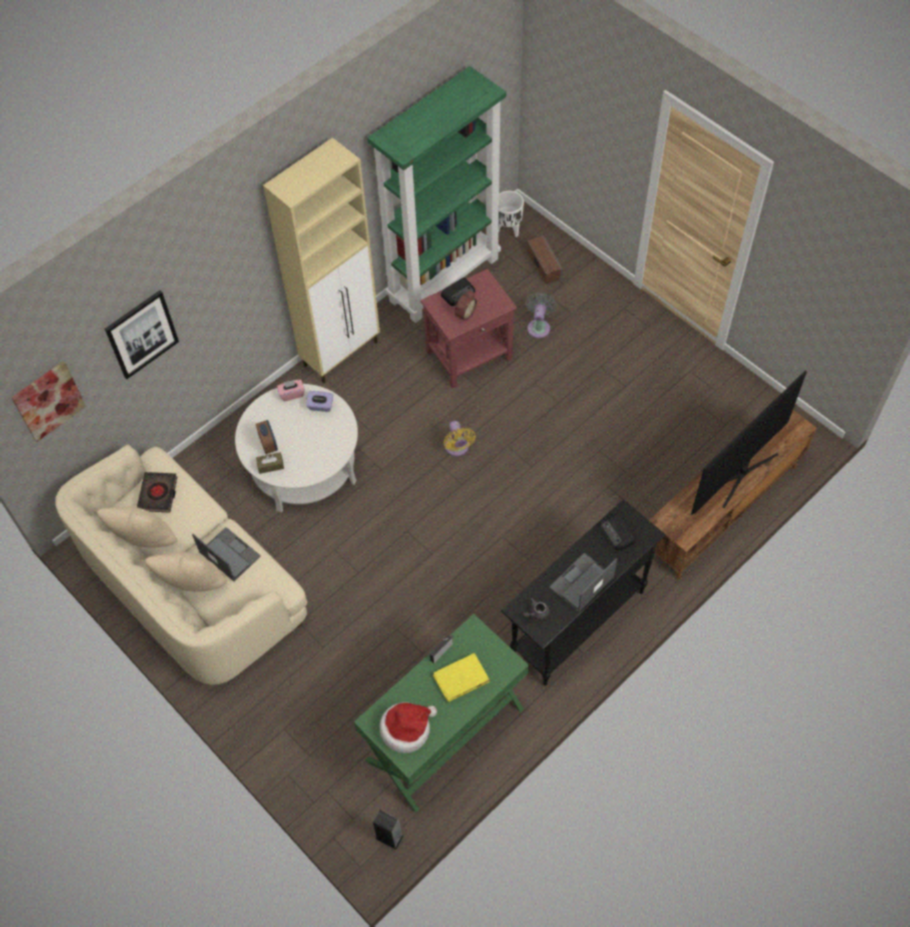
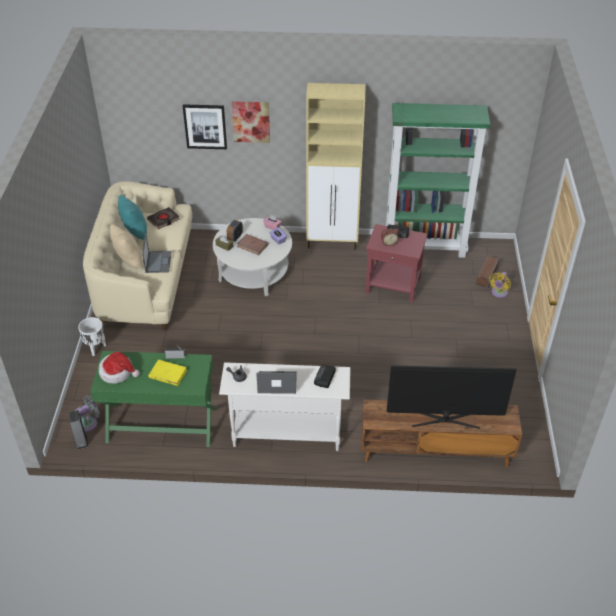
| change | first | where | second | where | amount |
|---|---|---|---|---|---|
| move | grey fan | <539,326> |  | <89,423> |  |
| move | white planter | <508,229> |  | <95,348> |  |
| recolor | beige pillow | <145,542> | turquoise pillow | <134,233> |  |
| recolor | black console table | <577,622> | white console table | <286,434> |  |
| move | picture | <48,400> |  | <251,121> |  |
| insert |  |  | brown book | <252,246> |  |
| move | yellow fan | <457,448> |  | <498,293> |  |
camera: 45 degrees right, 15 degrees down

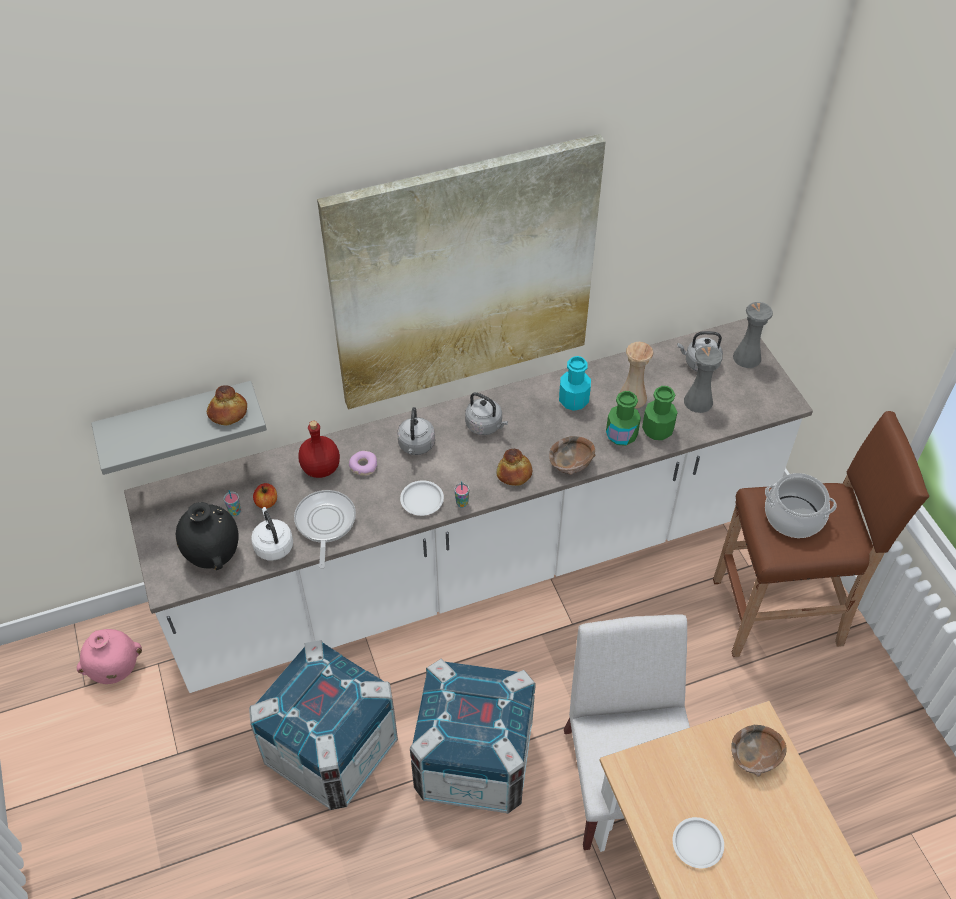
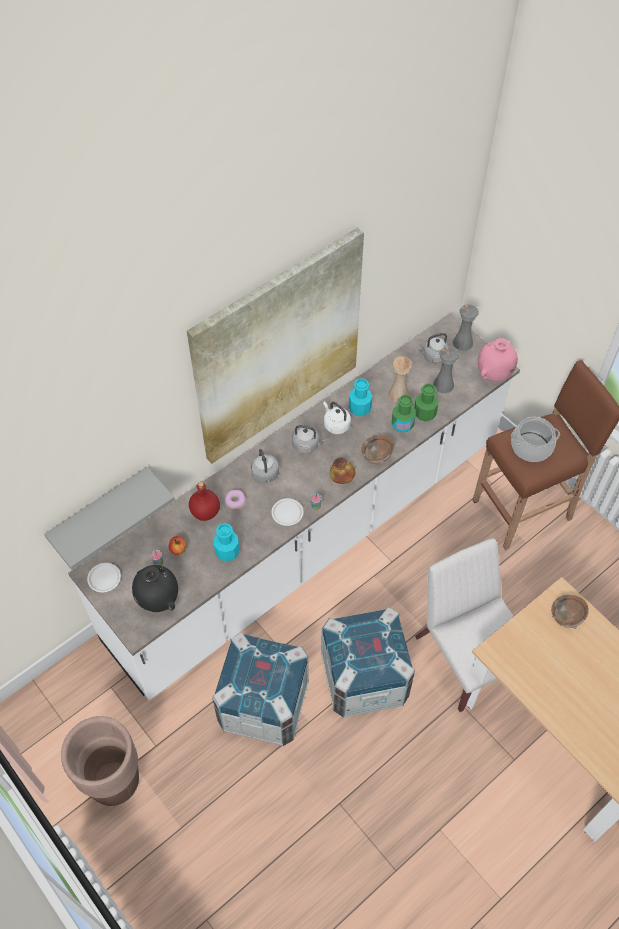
| change | first | where | second | where | amount |
|---|---|---|---|---|---|
| insert |  |  | brown planter | <115,782> |  |
| move | white plate | <697,844> |  | <104,579> |  |
| replace | frying pan | <325,523> | turquoise bottle | <227,551> |  |
| move | white kettle | <273,545> |  | <335,424> |  |
| move | pink vase | <115,670> |  | <493,374> |  |
| delete | bread | <228,413> |  |  |  |
camera: 20 degrees left, 5 degrees up

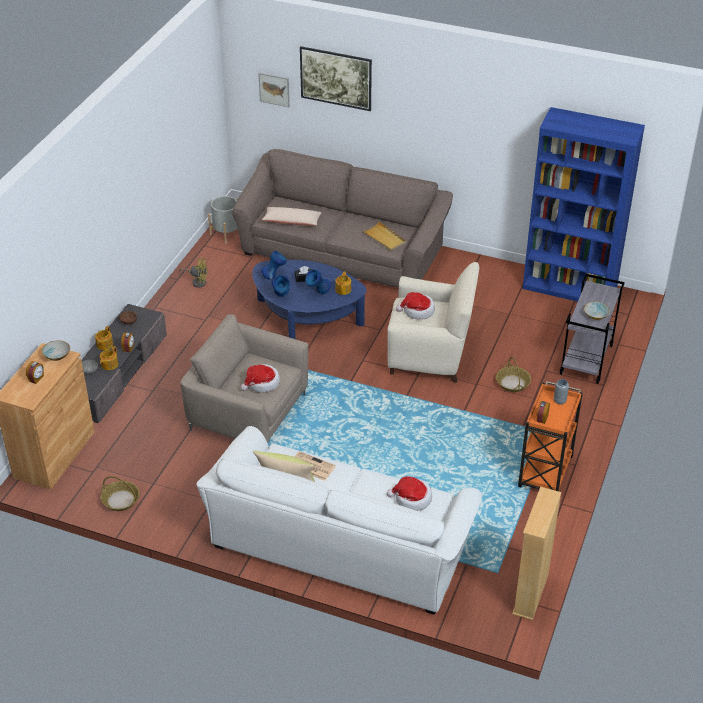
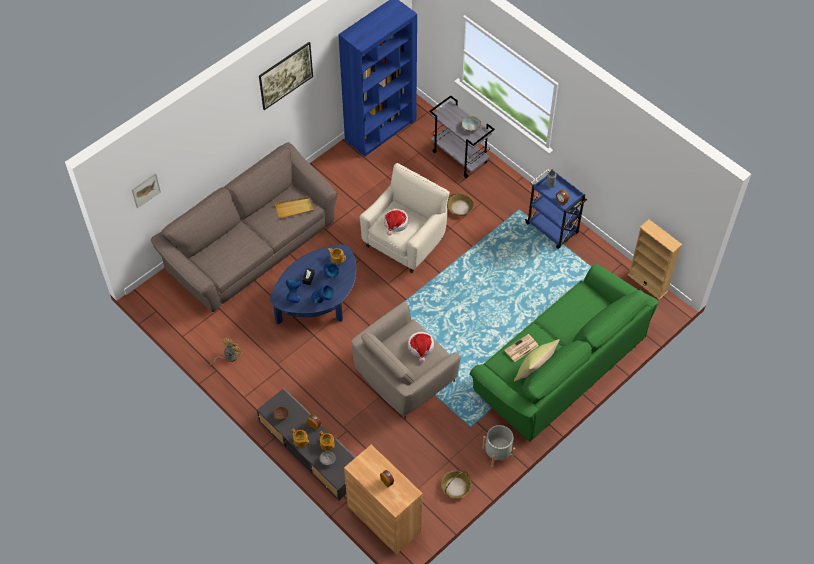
| change | first | where | second | where | amount |
|---|---|---|---|---|---|
| move | picture | <336,91> |  | <286,84> |  |
| recolor | white sofa | <341,541> | green sofa | <559,365> |  |
| move | grey planter | <226,234> |  | <498,453> |  |
| recolor | orange cart | <545,473> | blue cart | <552,229> |  |
| delete | bowl | <57,355> |  |  |  |
| delete | beige pillow | <292,221> |  |  |  |
| delete | hat | <412,499> |  |  |  |
camera: 65 degrees left, 15 degrees up

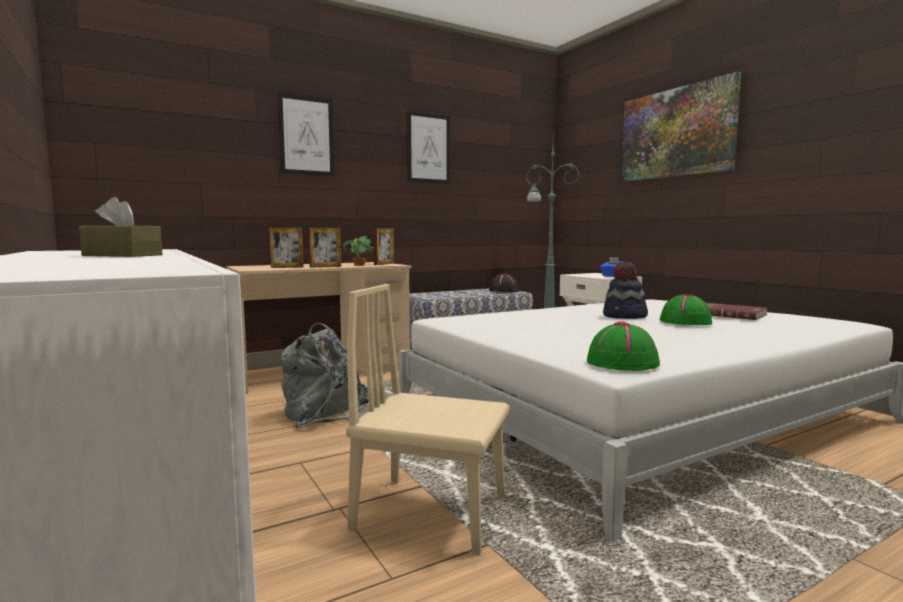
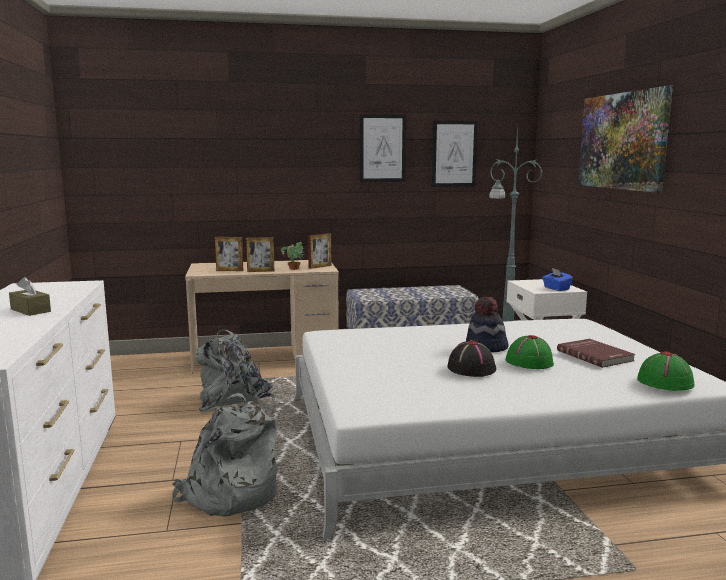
| change | first | where | second | where | amount |
|---|---|---|---|---|---|
| replace | beige chair | <431,513> | grey backpack | <229,494> |  |
| move | picture | <306,136> |  | <454,153> |  |
| move | black hat | <503,291> |  | <470,368> |  |
| move | green hat | <622,363> |  | <665,382> |  |
camera: 20 degrees right, 5 degrees up

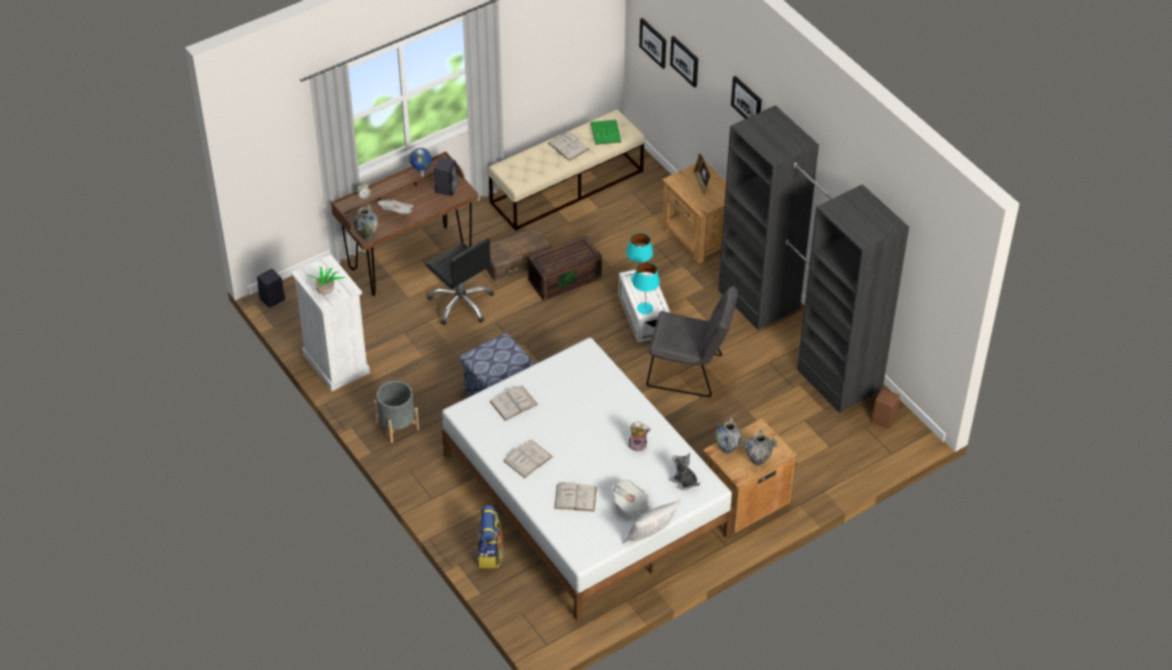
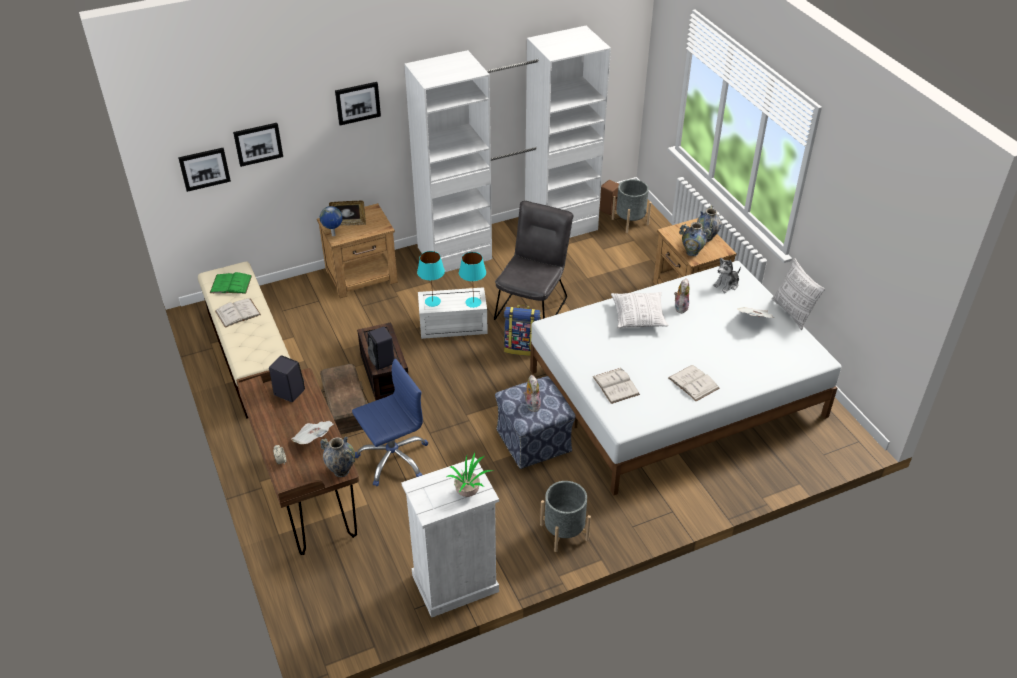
| change | first | where | second | where | amount |
|---|---|---|---|---|---|
| move | globe | <421,175> |  | <333,235> |  |
| recolor | black office chair | <461,303> | blue office chair | <393,458> |  |
| move | black speaker | <271,299> |  | <382,361> |  |
| recolor | black wardrobe | <799,339> | white wardrobe | <509,238> |  |
| move | backpack | <490,553> |  | <522,347> |  |
| insert |  |  | plush toy | <531,404> |  |
| insert |  |  | pillow | <638,317> |  |
| insert |  |  | grey planter | <630,221> |  |
| delete | white book | <575,497> |  |  |  |
camera: 80 degrees left, 5 degrees down

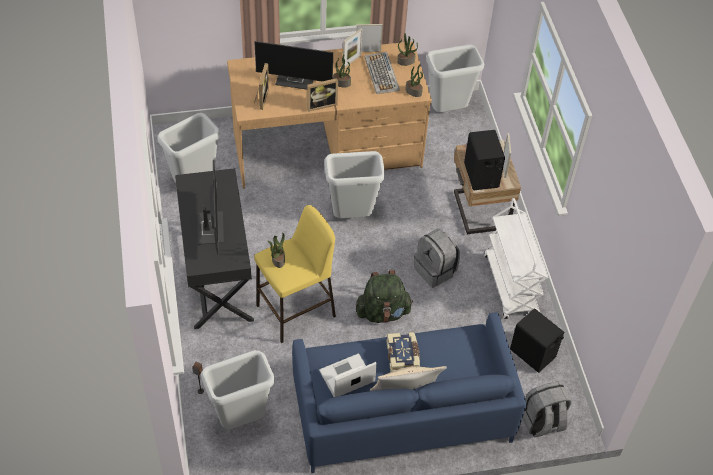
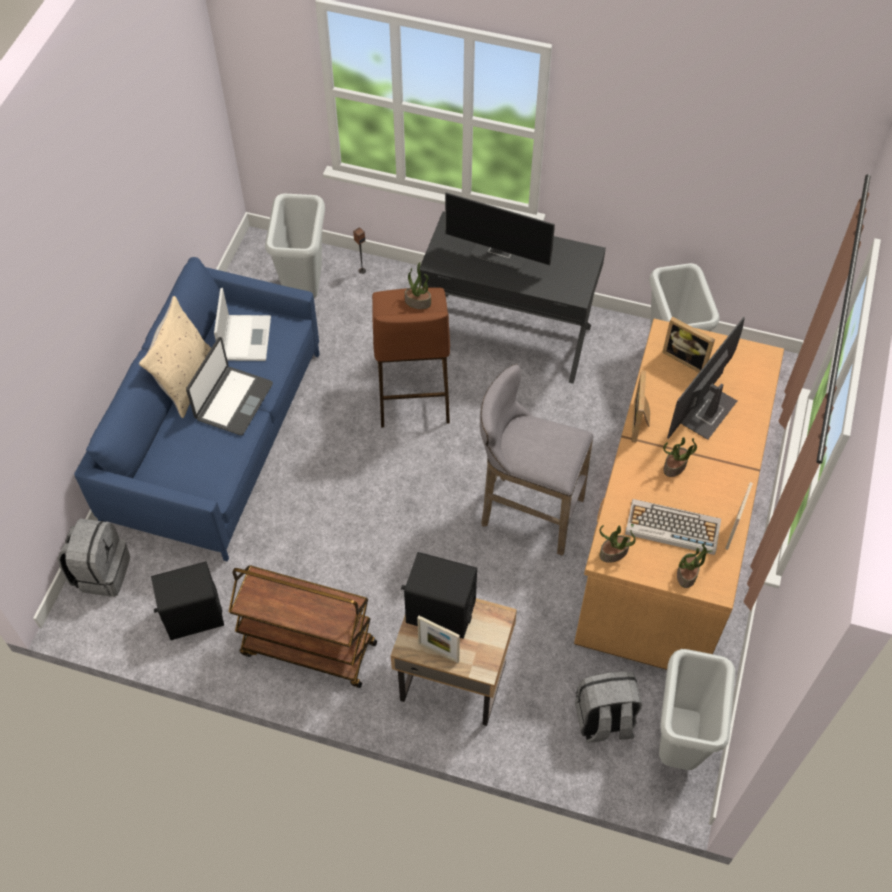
| change | first | where | second | where | amount |
|---|---|---|---|---|---|
| replace | book | <403,357> | laptop | <233,401> |  |
| recolor | white cart | <511,285> | brown cart | <307,649> |  |
| recolor | yellow stool | <296,310> | brown stool | <413,392> |  |
| replace | grey trash can | <351,217> | grey stool | <526,512> |  |
| move | grey backpack | <435,270> |  | <604,720> |  |
| delete | picture frame | <351,61> |  |  |  |
| delete | green backpack | <382,312> |  |  |  |
camera: 120 degrees right, 5 degrees up

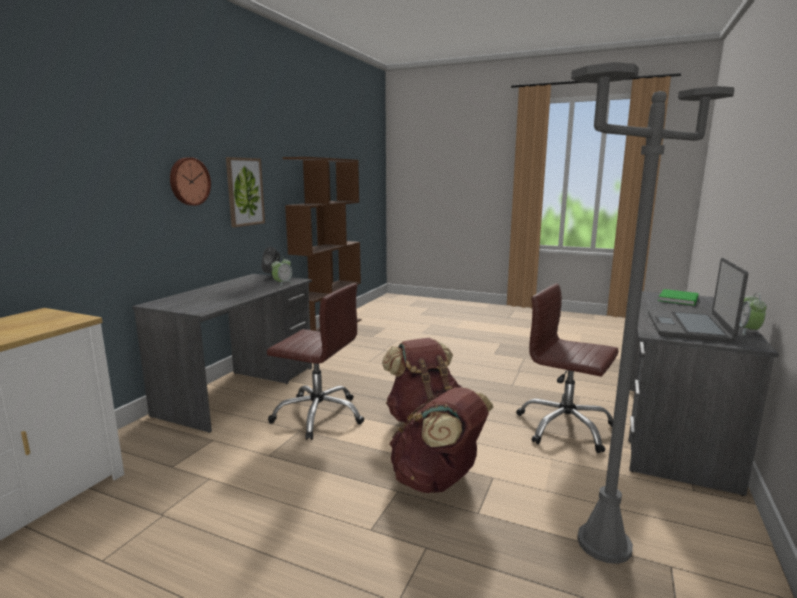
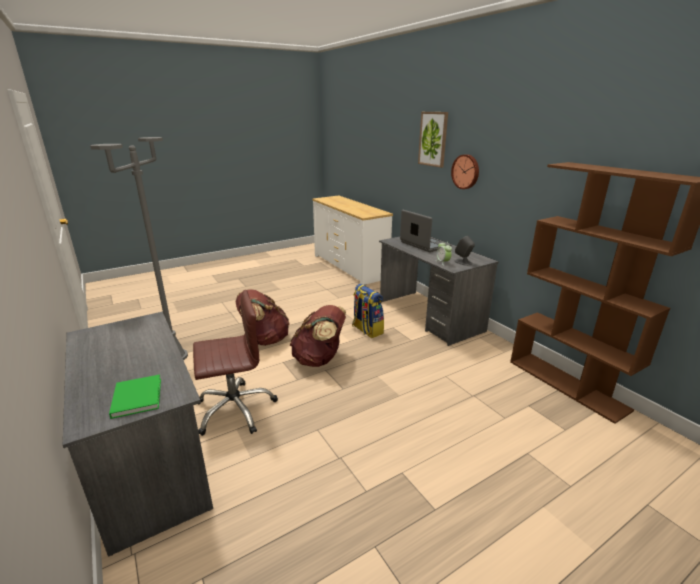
| change | first | where | second | where | amount |
|---|---|---|---|---|---|
| replace | brown office chair | <319,415> | backpack | <367,330> |  |
| move | laptop | <689,327> |  | <424,244> |  |
| move | picture | <244,192> |  | <433,139> |  |
| delete | alarm clock | <748,331> |  |  |  |
camera: 125 degrees right, 10 degrees up

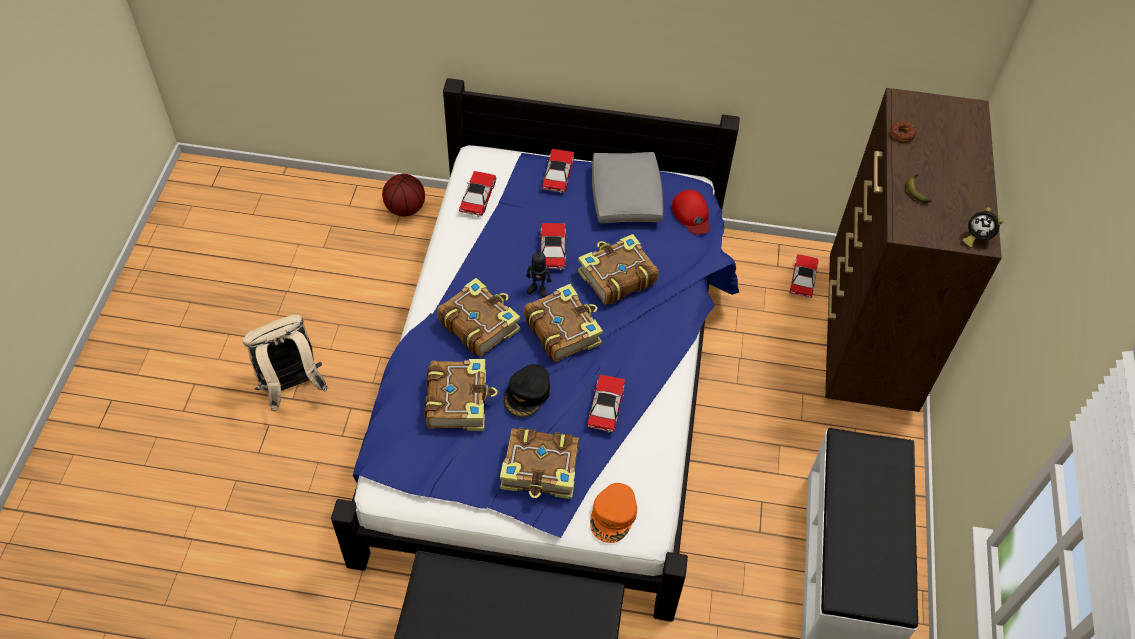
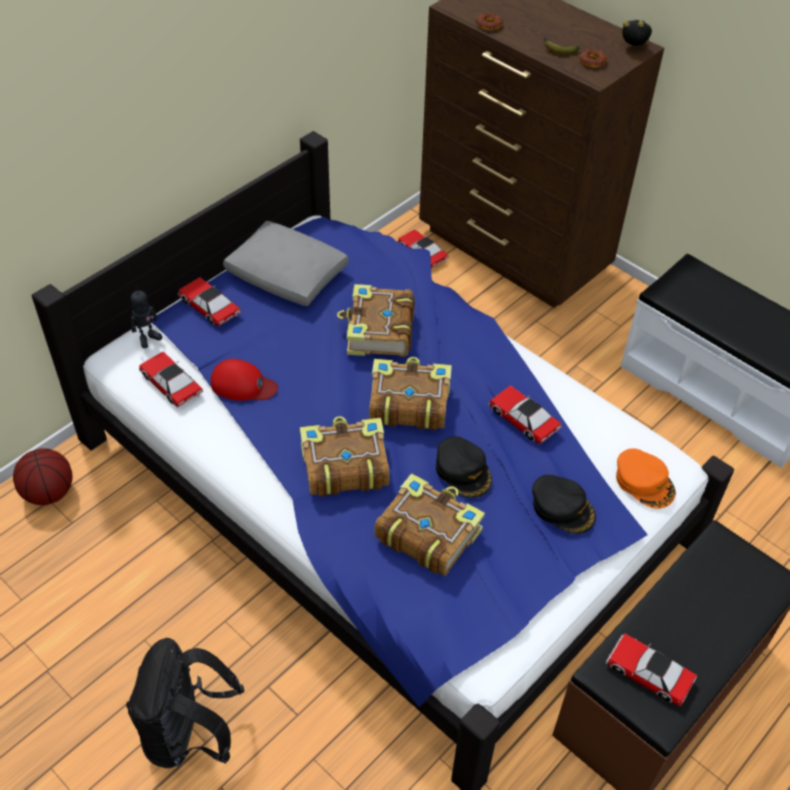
| change | first | where | second | where | amount |
|---|---|---|---|---|---|
| recolor | beige backpack | <291,387> | black backpack | <189,735> |  |
| move | toy robot | <538,289> |  | <148,338> |  |
| move | red cap | <691,214> |  | <243,385> |  |
| replace | book | <541,470> | black cap | <563,507> |  |
| insert |  |  | donut | <592,61> |  |
| move | toy car | <553,249> |  | <648,673> |  |
| rotate | alarm clock | <976,238> |  | <634,48> | 135 degrees counterclockwise |
camera: 55 degrees left, 5 degrees down

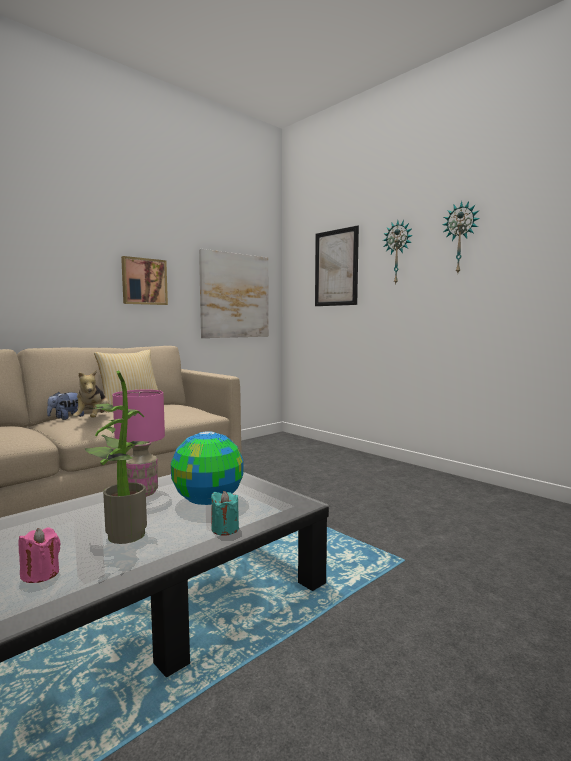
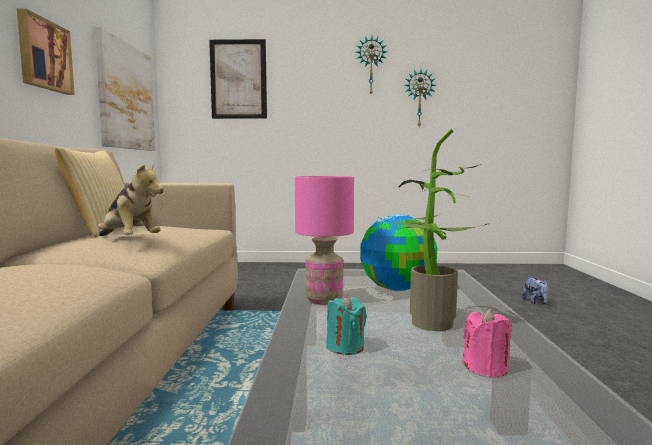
| change | first | where | second | where | amount |
|---|---|---|---|---|---|
| move | turquoise candle | <225,529> |  | <345,347> |  |
| move | wall clock | <398,252> |  | <419,98> |  |
| move | plush toy | <66,418> |  | <535,302> |  |
camera: 45 degrees left, 0 degrees up

